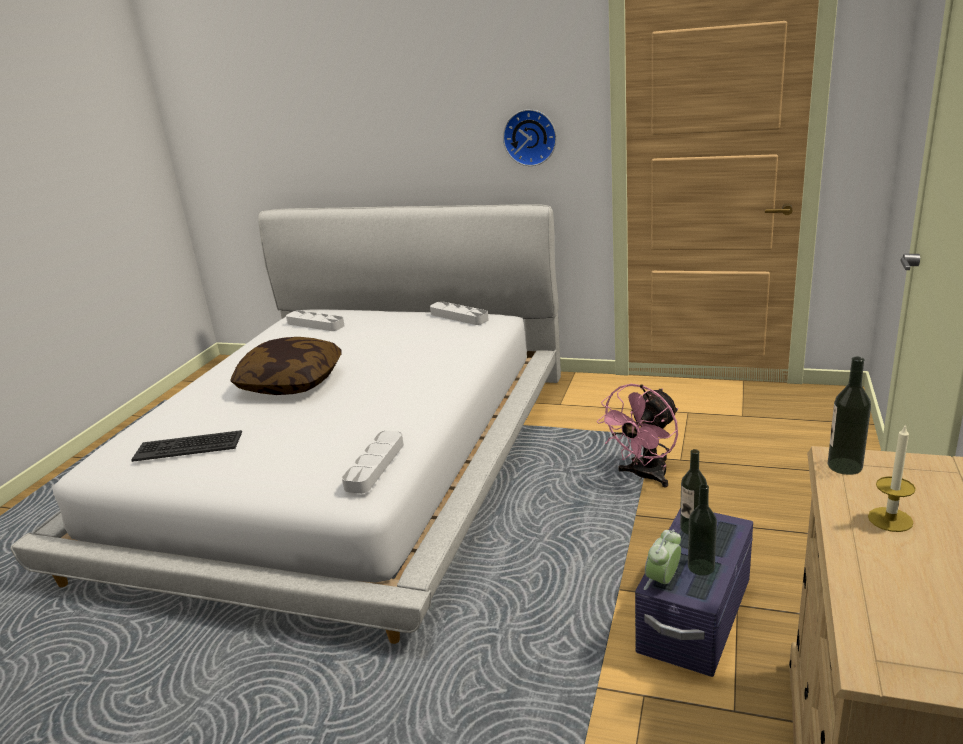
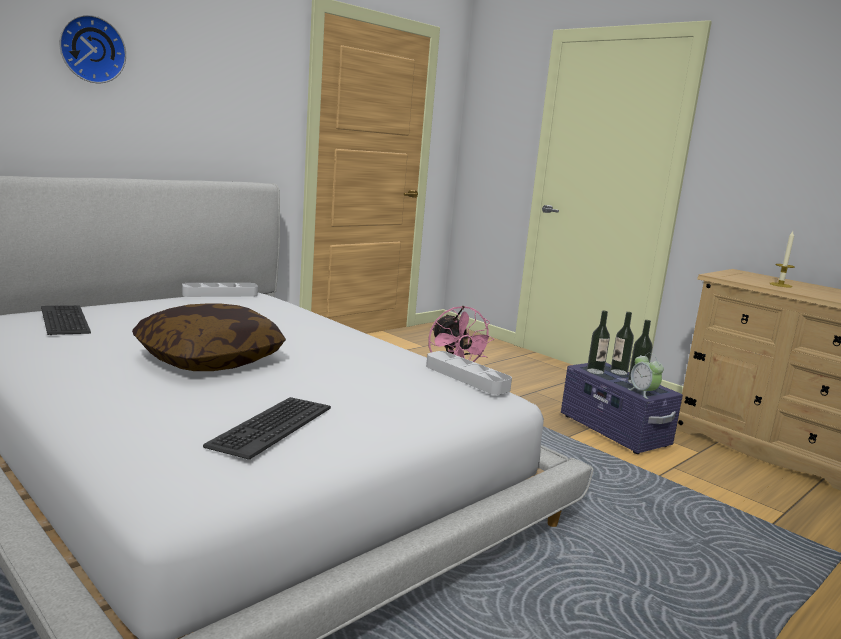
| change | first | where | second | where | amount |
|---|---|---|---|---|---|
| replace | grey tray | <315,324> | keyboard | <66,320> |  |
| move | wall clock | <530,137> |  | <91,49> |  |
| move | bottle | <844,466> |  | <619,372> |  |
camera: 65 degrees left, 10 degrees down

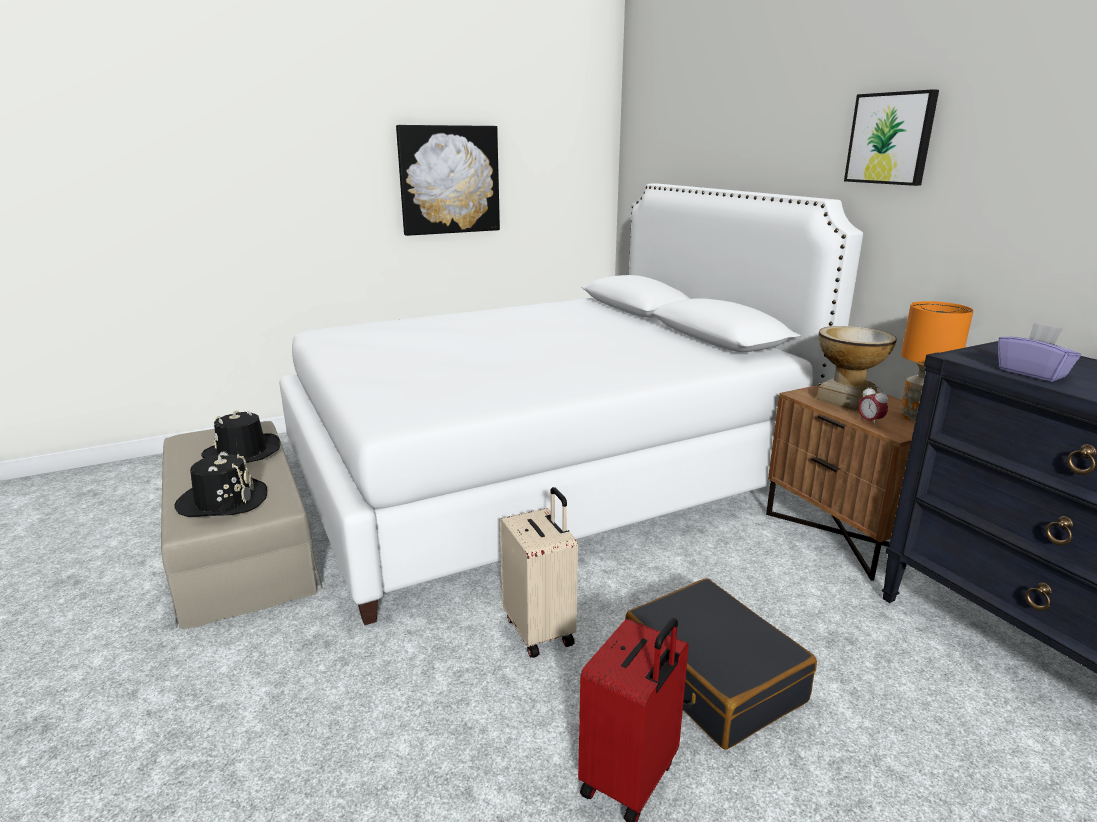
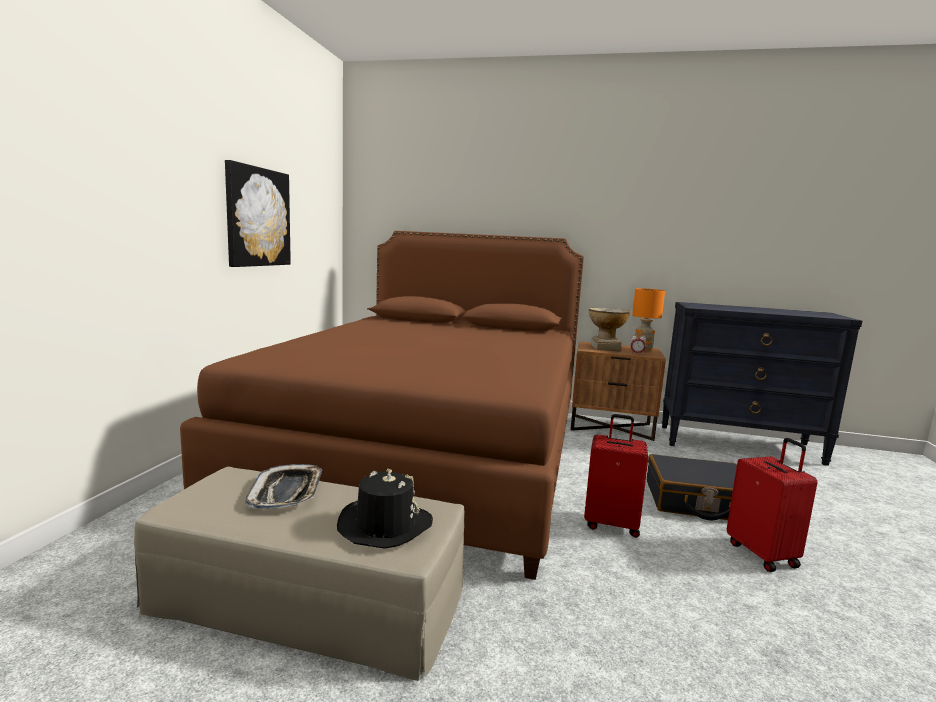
| change | first | where | second | where | amount |
|---|---|---|---|---|---|
| recolor | white bed | <541,473> | brown bed | <429,451> |  |
| replace | black hat | <242,453> | tray | <287,492> |  |
| recolor | beige suitcase | <540,630> | red suitcase | <611,524> |  |
| delete | picture | <891,138> |  |  |  |
| delete | purple tissue box | <1032,373> |  |  |  |
camera: 50 degrees left, 10 degrees down

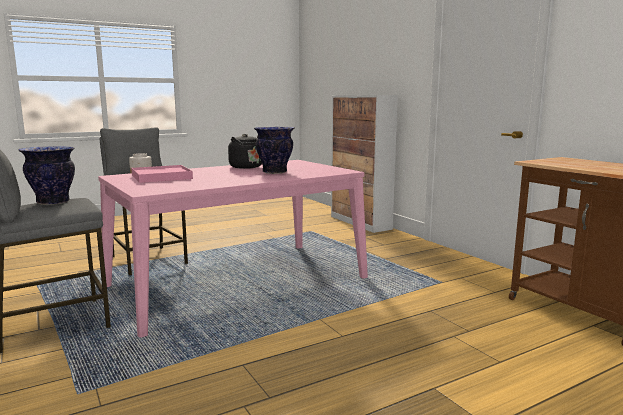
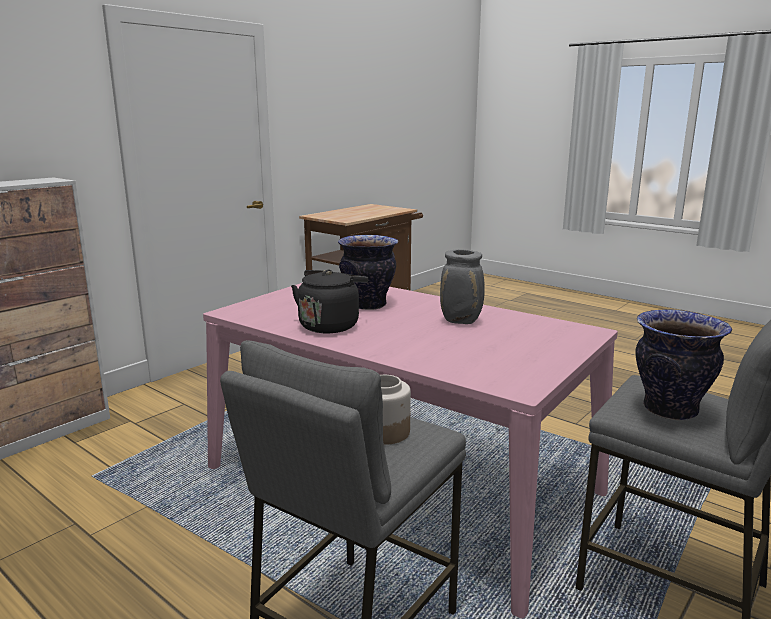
| change | first | where | second | where | amount |
|---|---|---|---|---|---|
| insert |  |  | grey vase | <462,321> |  |
| delete | pink tray | <161,177> |  |  |  |
camera: 110 degrees left, 5 degrees up

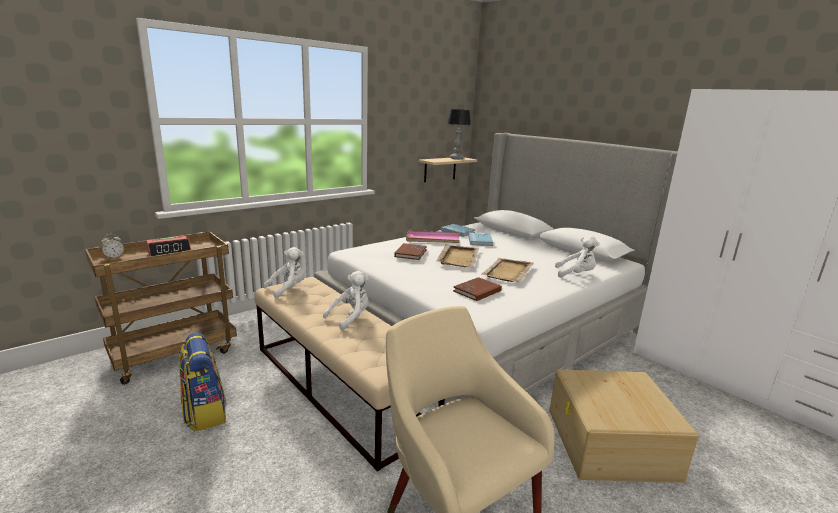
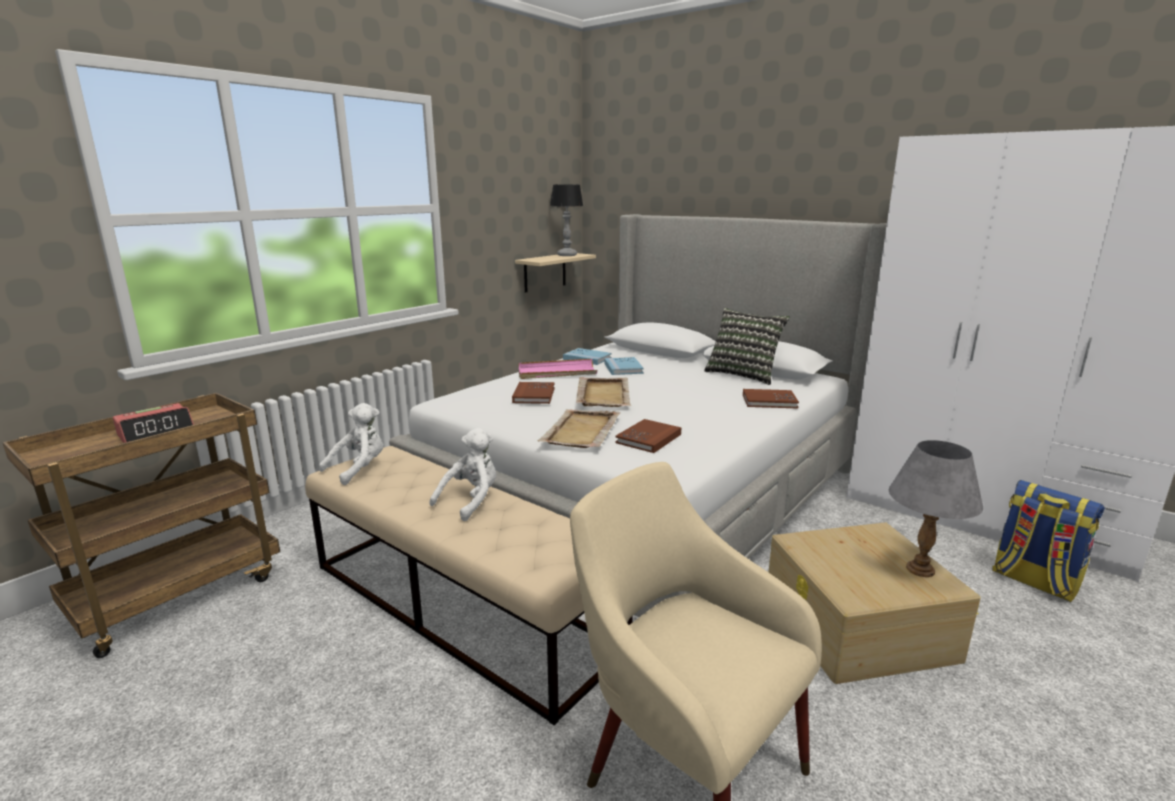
| change | first | where | second | where | amount |
|---|---|---|---|---|---|
| move | beige tray | <507,272> |  | <581,431> |  |
| insert |  |  | pillow | <743,374> |  |
| replace | white plush toy | <576,274> | brown book | <769,401> |  |
| insert |  |  | grey table lamp | <921,569> |  |
| move | backpack | <204,412> |  | <1033,581> |  |
| delete | alarm clock | <114,257> |  |  |  |
camera: 10 degrees left, 0 degrees up

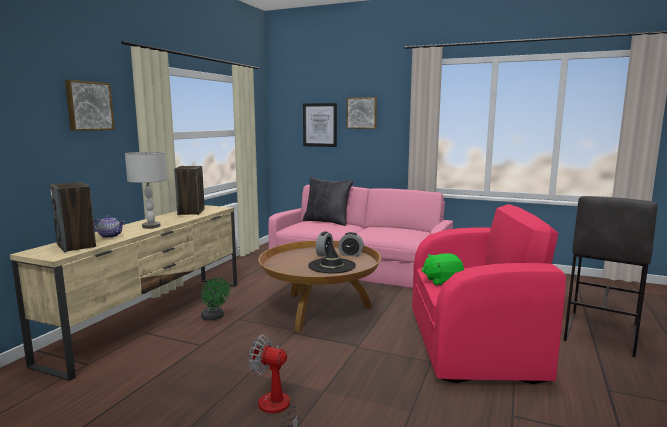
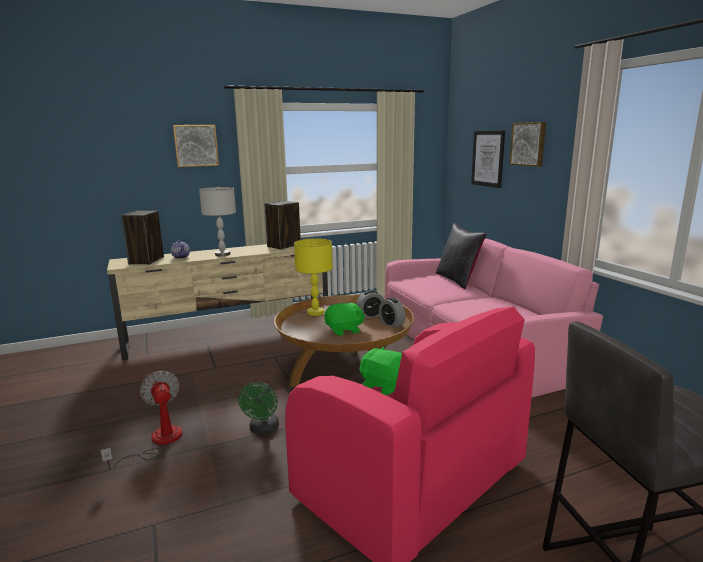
| change | first | where | second | where | amount |
|---|---|---|---|---|---|
| move | green fan | <214,317> |  | <263,430> |  |
| insert |  |  | yellow table lamp | <315,313> |  |
| replace | black hat | <331,266> | green plush toy | <344,330> |  |
camera: 45 degrees right, 5 degrees up

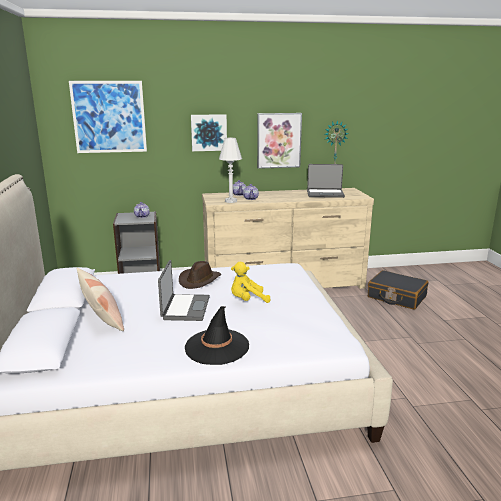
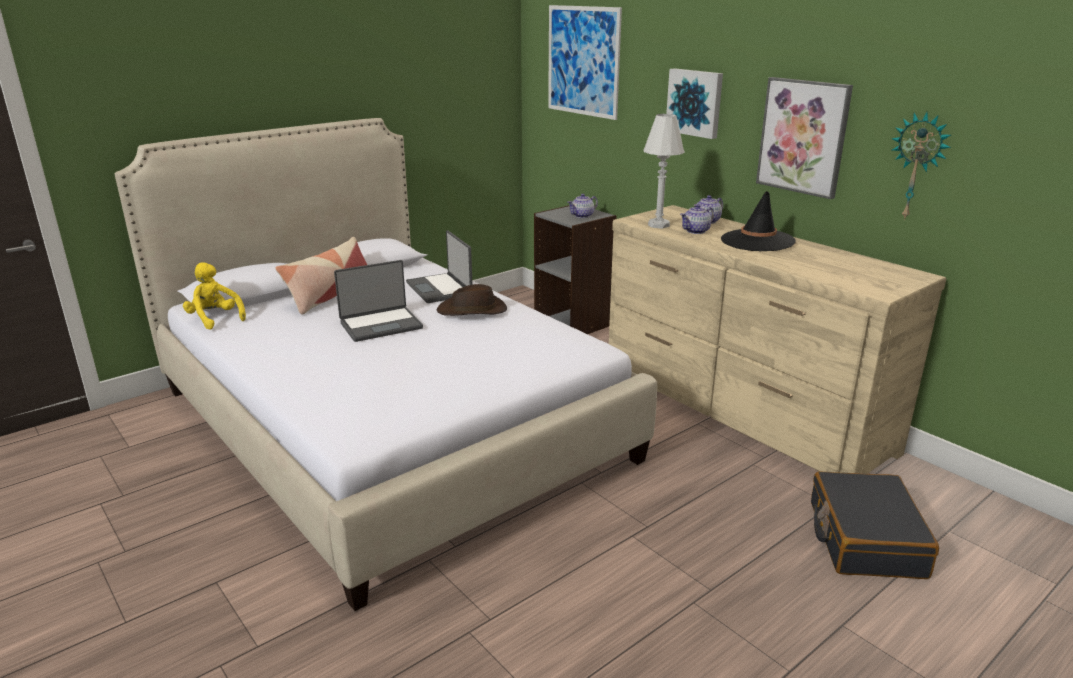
| change | first | where | second | where | amount |
|---|---|---|---|---|---|
| move | yellow plush toy | <247,300> |  | <215,319> |  |
| move | laptop | <325,194> |  | <440,289> |  |
| move | black hat | <217,347> |  | <757,241> |  |
camera: 60 degrees right, 5 degrees up

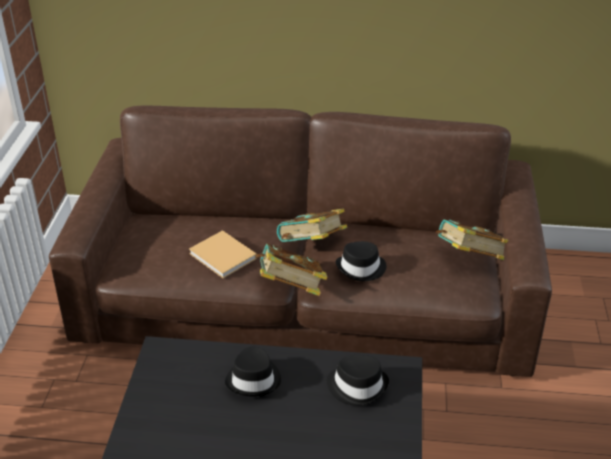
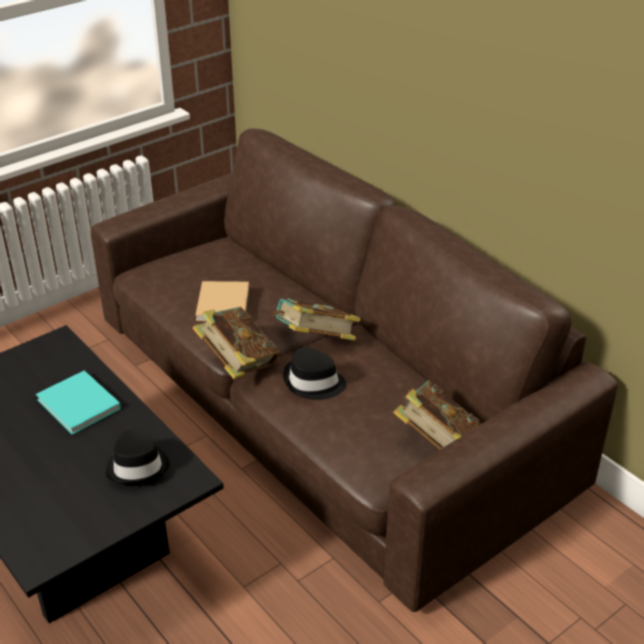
| change | first | where | second | where | amount |
|---|---|---|---|---|---|
| replace | black hat | <254,379> | turquoise book | <80,405> |  |
camera: 45 degrees right, 0 degrees up

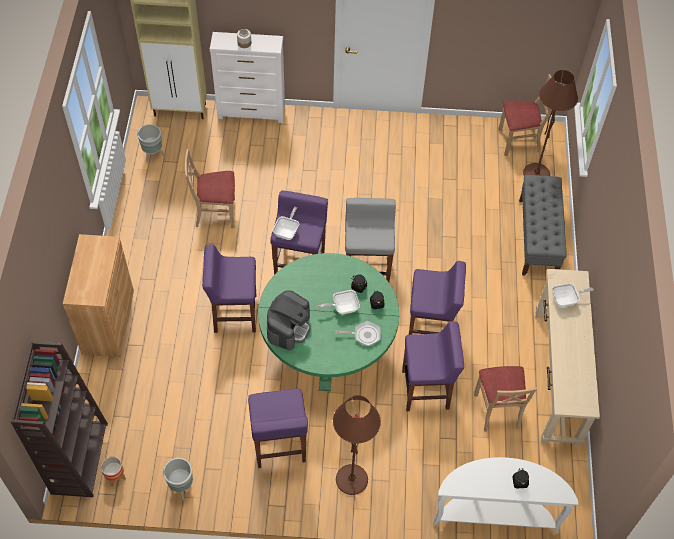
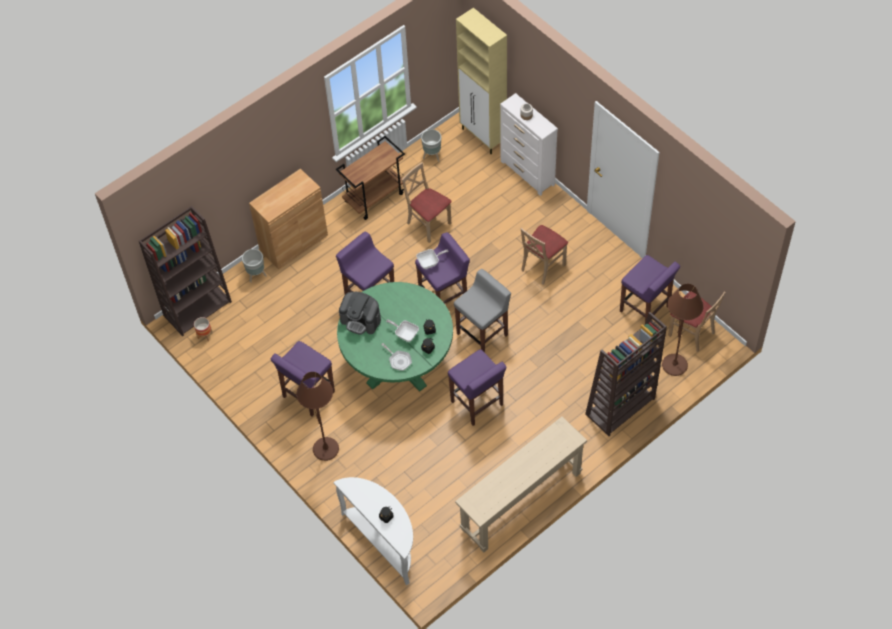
| change | first | where | second | where | amount |
|---|---|---|---|---|---|
| move | grey planter | <181,487> |  | <256,275> |  |
| insert |  |  | brown cart | <374,197> |  |
| rotate | coffee machine | <288,327> |  | <361,320> | 45 degrees clockwise |
| move | beige chair | <497,410> |  | <542,266> |  |
| replace | grey bench | <537,238> | brown bookcase | <620,407> |  |
| move | purple stool | <426,390> |  | <645,310> |  |
| delete | frying pan | <566,300> |  |  |  |
camera: 50 degrees right, 0 degrees up

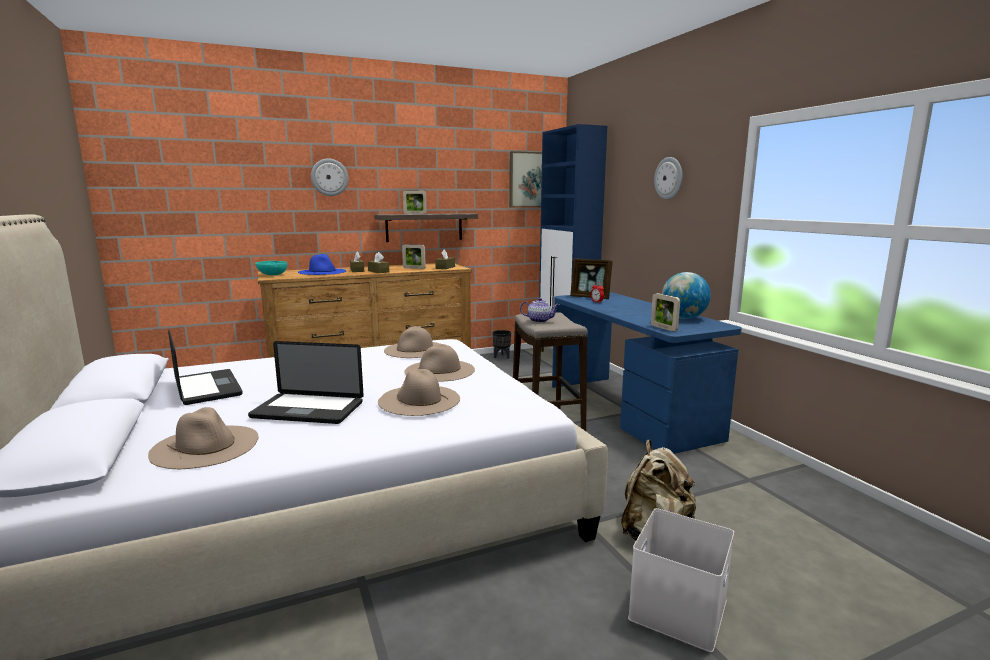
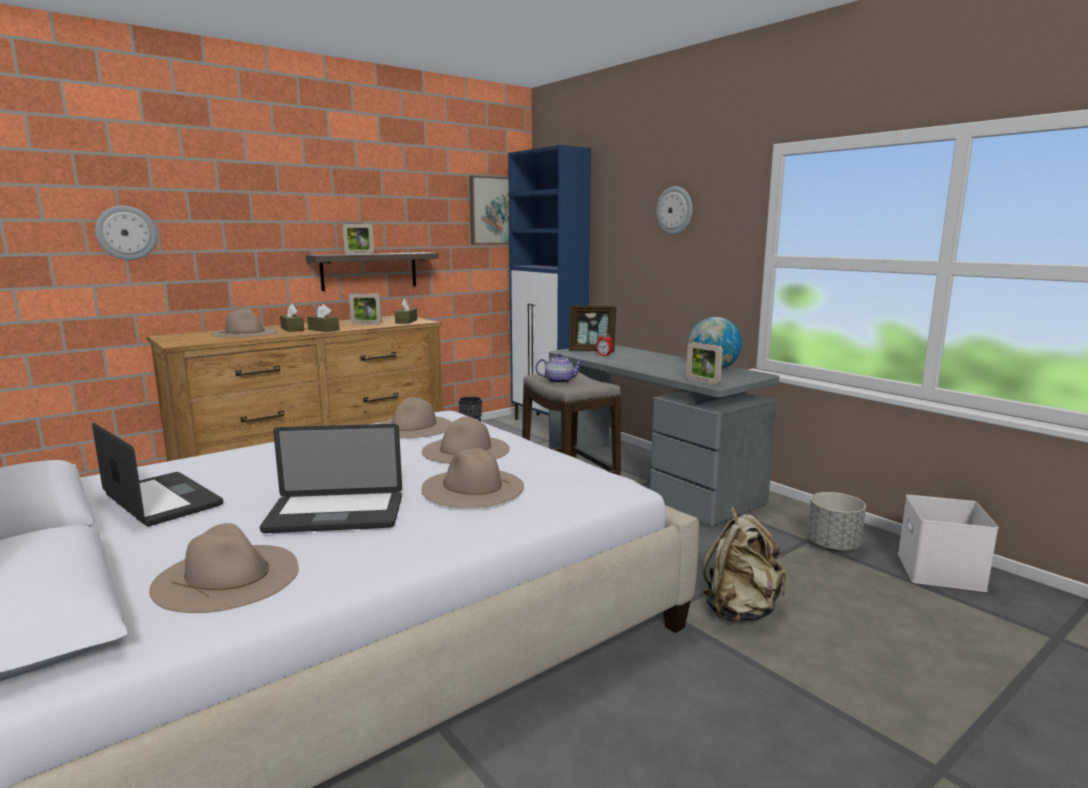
| change | first | where | second | where | amount |
|---|---|---|---|---|---|
| move | wall clock | <329,177> |  | <126,233> |  |
| recolor | blue hat | <322,271> | beige hat | <245,333> |  |
| recolor | blue desk | <629,410> | grey desk | <649,479> |  |
| insert |  |  | grey planter | <832,545> |  |
| move | white storage box | <679,611> |  | <942,572> |  |
| delete | turquoise bowl | <272,275> |  |  |  |
camera: 15 degrees left, 0 degrees up

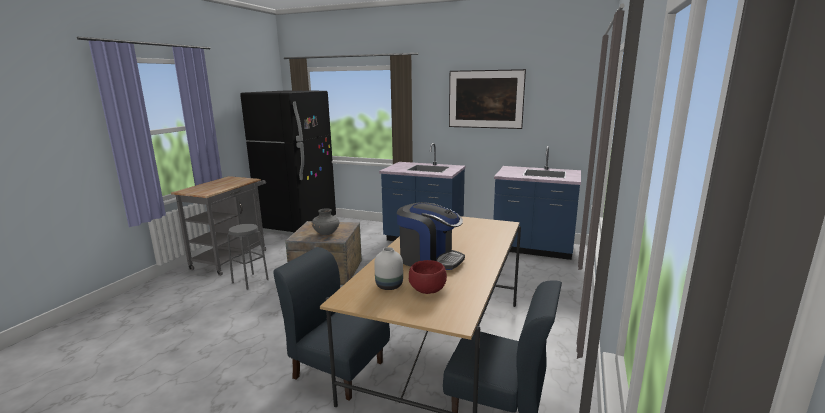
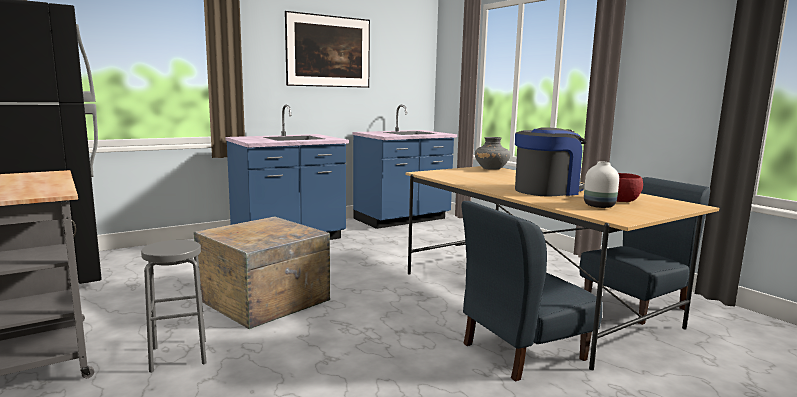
| change | first | where | second | where | amount |
|---|---|---|---|---|---|
| move | grey vase | <326,233> |  | <491,169> |  |
camera: 55 degrees left, 5 degrees down

